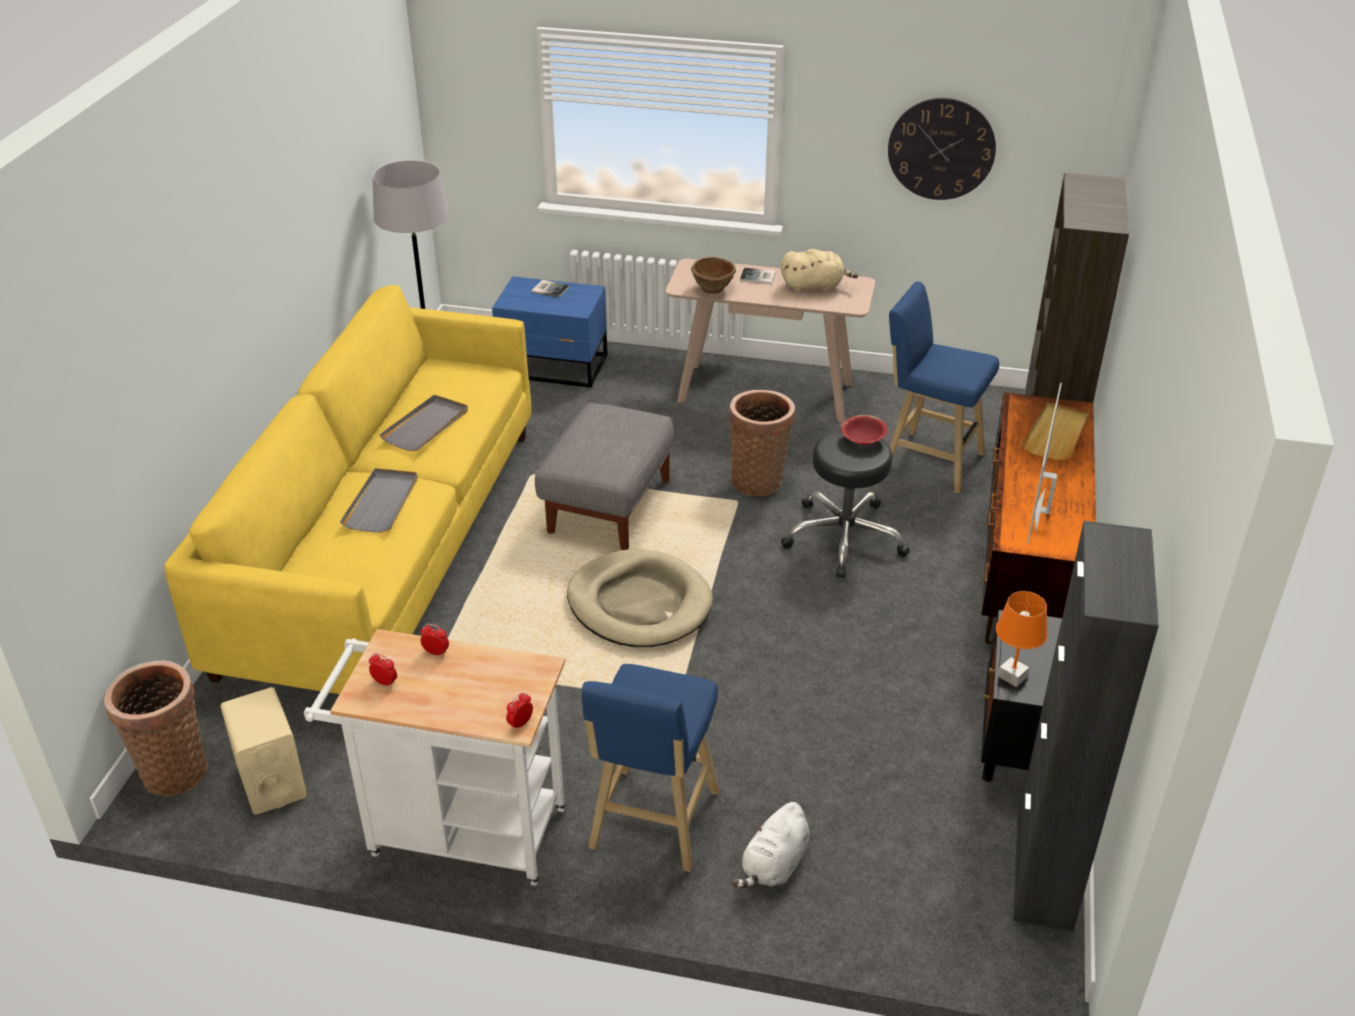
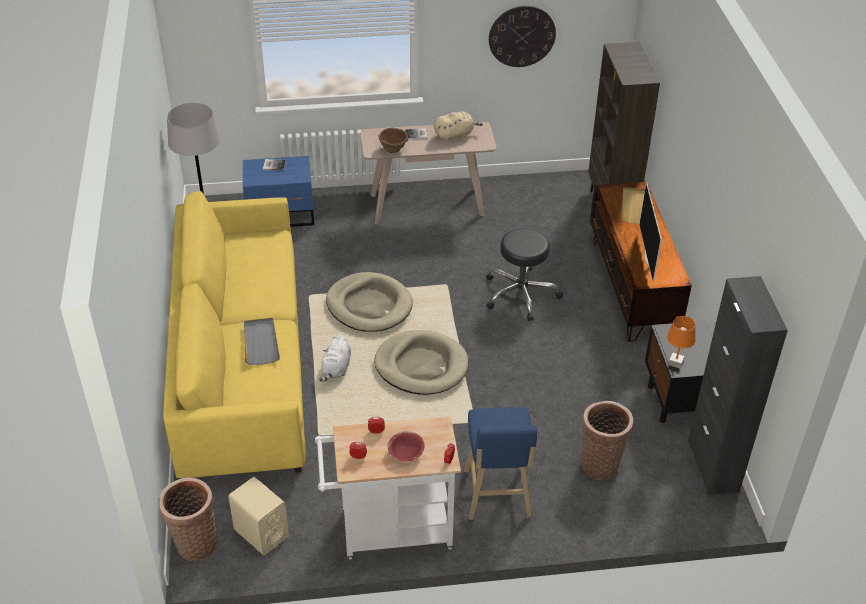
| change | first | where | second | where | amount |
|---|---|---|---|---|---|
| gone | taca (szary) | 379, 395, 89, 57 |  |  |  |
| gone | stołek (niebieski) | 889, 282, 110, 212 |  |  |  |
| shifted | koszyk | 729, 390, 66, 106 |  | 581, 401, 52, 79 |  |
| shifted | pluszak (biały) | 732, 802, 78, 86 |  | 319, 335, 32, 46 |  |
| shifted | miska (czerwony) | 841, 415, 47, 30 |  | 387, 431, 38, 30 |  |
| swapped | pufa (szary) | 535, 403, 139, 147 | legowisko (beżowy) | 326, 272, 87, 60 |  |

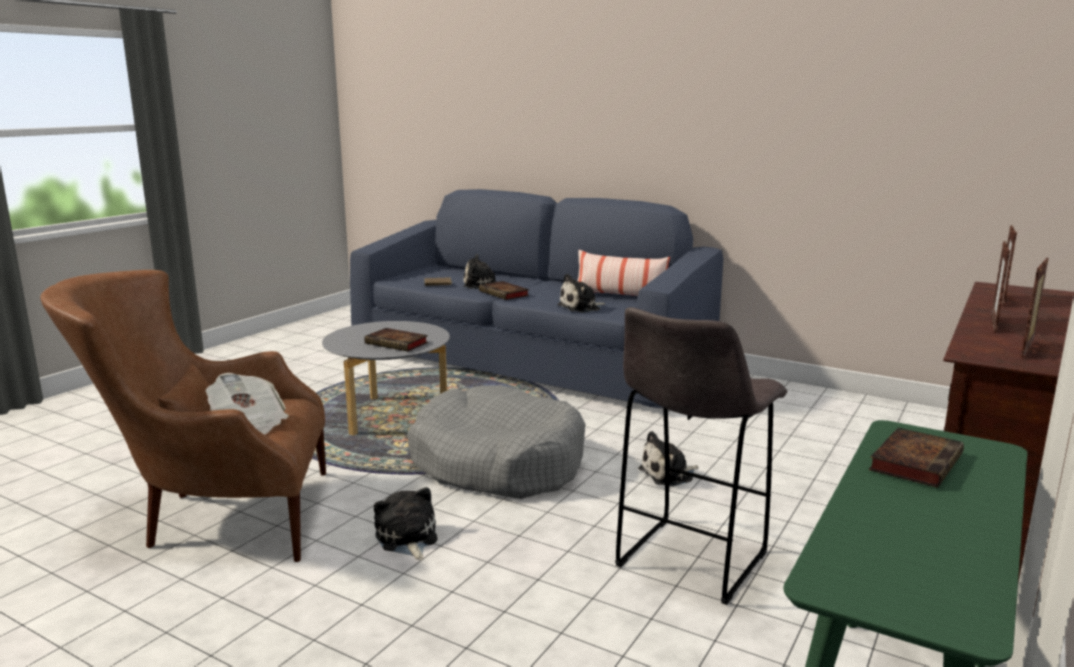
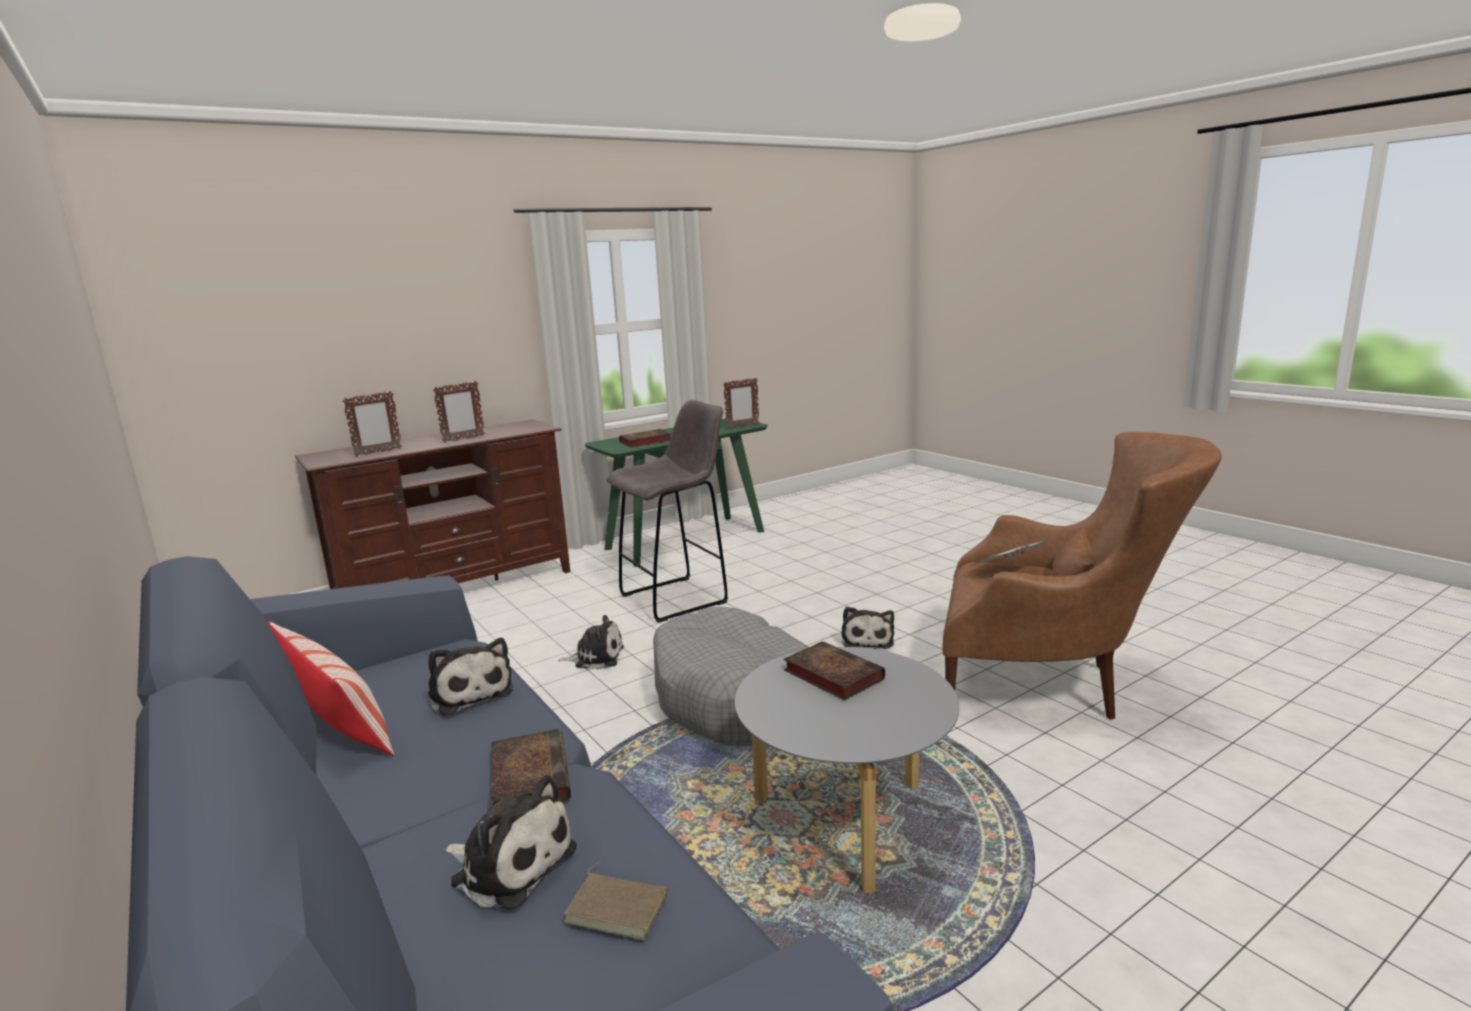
| change | first | where | second | where | amount |
|---|---|---|---|---|---|
| shifted | ramka na zdjęcie | 1021, 258, 28, 100 |  | 723, 378, 36, 51 |  |
| rotated | pluszak | 557, 274, 48, 39 |  | 428, 638, 86, 78 | 60 degrees clockwise |

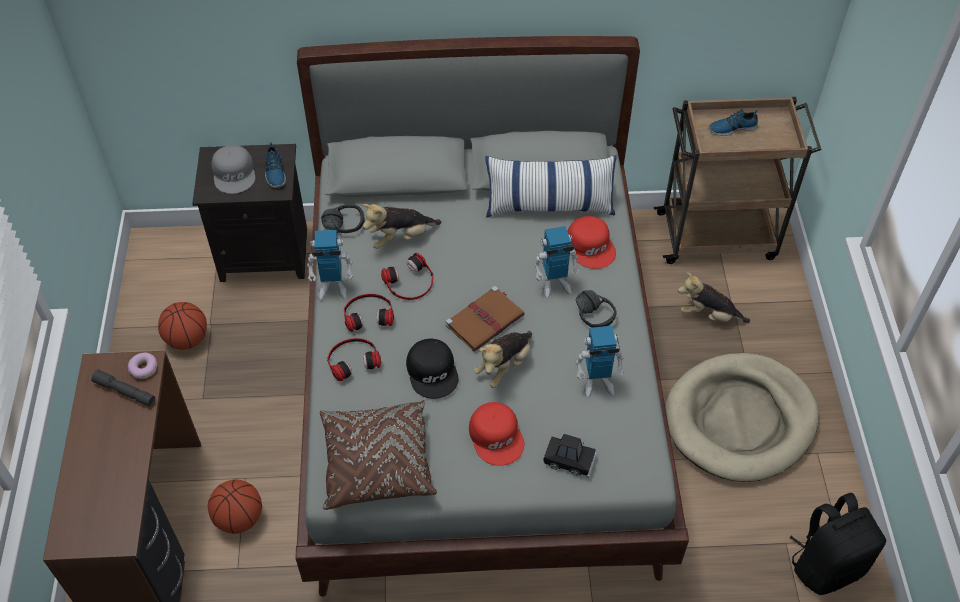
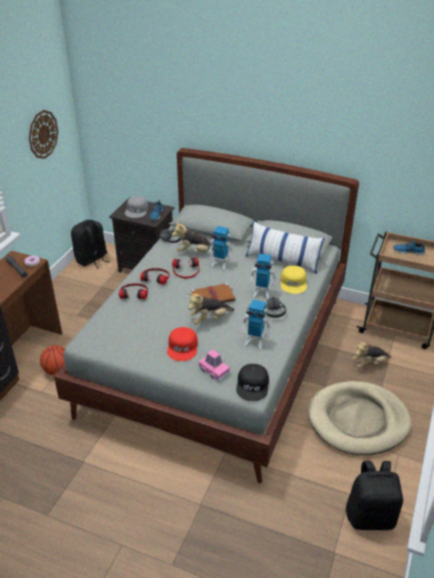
| change | first | where | second | where | amount |
|---|---|---|---|---|---|
| gone | piłka do koszykówki | 158, 302, 49, 47 |  |  |  |
| gone | poduszka (brązowy) | 320, 400, 117, 110 |  |  |  |
| new |  |  | zegar ścienny | 29, 110, 29, 49 |  |
| new |  |  | plecak (czarny) | 71, 220, 38, 49 |  |
| shifted | robot zabawkowy | 307, 230, 46, 70 |  | 208, 226, 25, 45 |  |
| shifted | czapka z daszkiem (czarny) | 406, 339, 53, 60 |  | 236, 364, 33, 37 |  |
| repainted | samochodzik (czarny) | 544, 434, 52, 44 | samochodzik (różowy) | 199, 350, 32, 31 |  |
| repainted | czapka z daszkiem (czerwony) | 567, 216, 49, 53 | czapka z daszkiem (żółty) | 280, 266, 27, 28 |  |
| rotated | pluszak | 678, 272, 72, 51 |  | 353, 341, 38, 27 | 60 degrees counterclockwise |

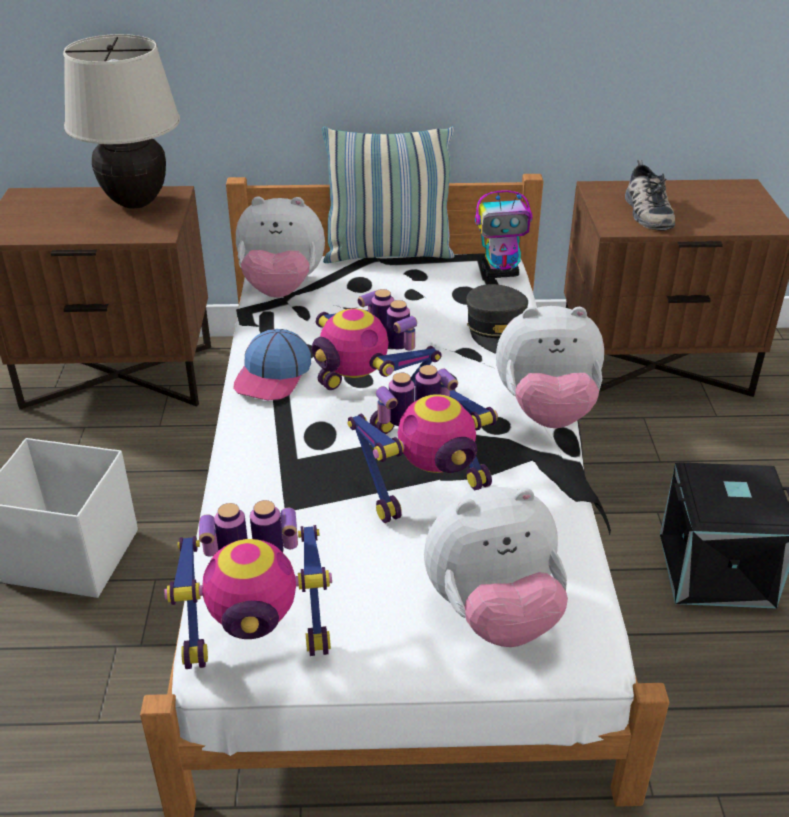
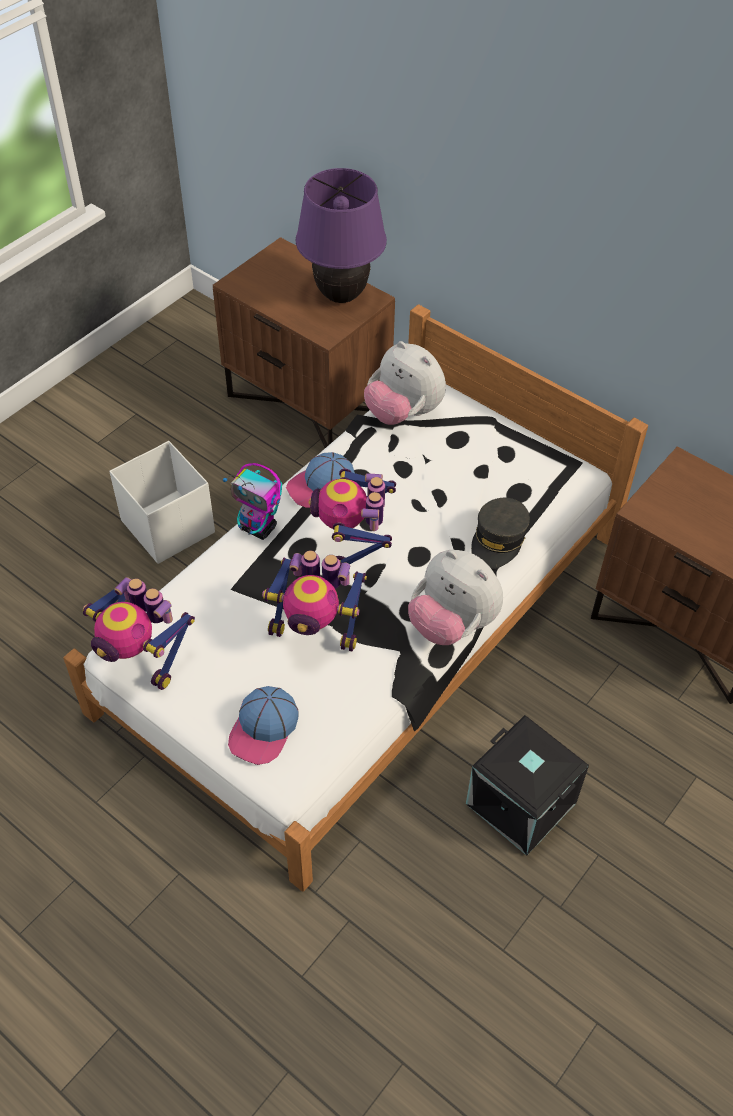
| change | first | where | second | where | amount |
|---|---|---|---|---|---|
| gone | poduszka | 322, 127, 132, 136 |  |  |  |
| gone | but | 625, 160, 50, 71 |  |  |  |
| shifted | robot zabawkowy | 475, 190, 58, 88 |  | 223, 463, 59, 77 |  |
| swapped | pluszak | 424, 487, 144, 160 | czapka z daszkiem | 228, 686, 71, 79 |  |
| repainted | lampa stołowa (beżowy) | 63, 34, 117, 175 | lampa stołowa (fioletowy) | 296, 168, 91, 135 |  |

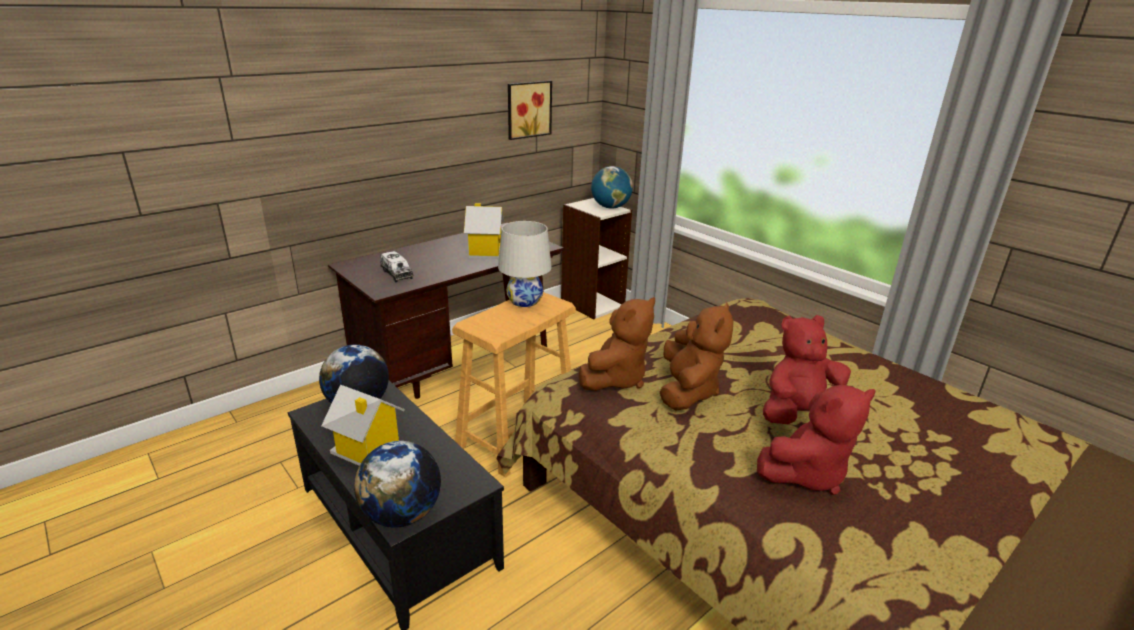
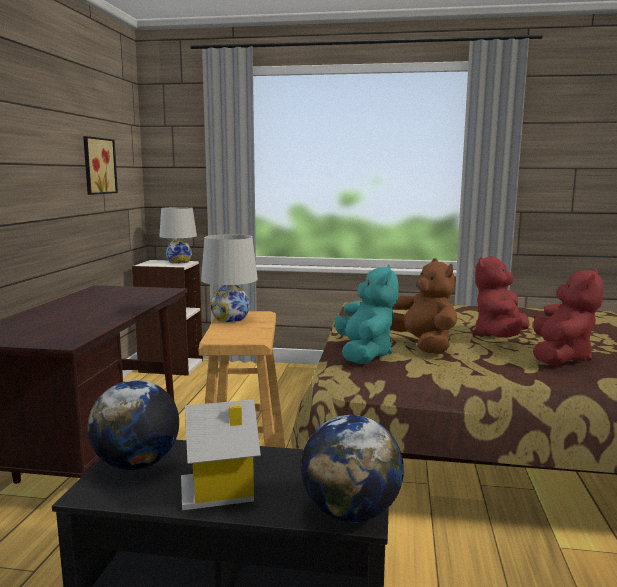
| change | first | where | second | where | amount |
|---|---|---|---|---|---|
| gone | ciężarówka zabawkowa | 380, 251, 33, 31 |  |  |  |
| gone | domek | 464, 203, 40, 56 |  |  |  |
| swapped | globus | 591, 166, 42, 43 | lampa stołowa (biały) | 159, 207, 38, 57 |  |
| repainted | pluszak (brązowy) | 578, 297, 77, 94 | pluszak (turkusowy) | 335, 264, 63, 100 |  |

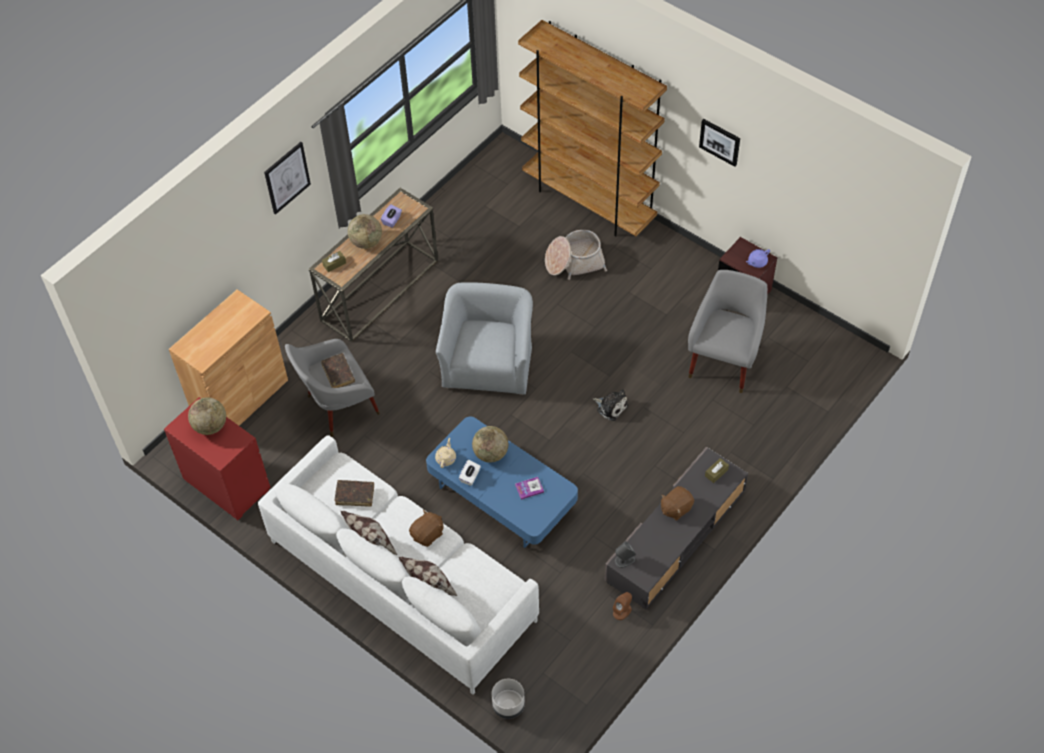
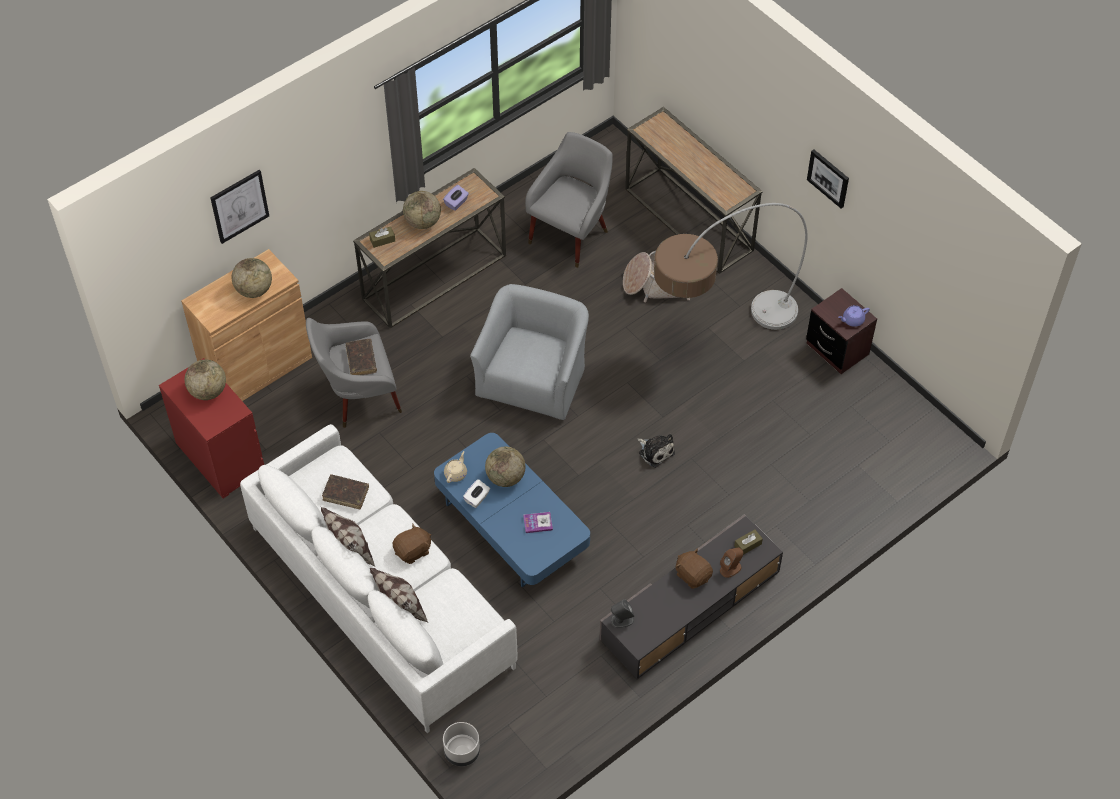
| change | first | where | second | where | amount |
|---|---|---|---|---|---|
| new |  |  | globus | 232, 258, 40, 40 |  |
| new |  |  | lampa stojąca | 654, 203, 154, 127 |  |
| shifted | obraz | 264, 142, 47, 73 |  | 210, 170, 59, 74 |  |
| shifted | głośnik (brązowy) | 613, 592, 19, 28 |  | 720, 548, 23, 30 |  |
| shifted | fotel (szary) | 688, 270, 79, 123 |  | 525, 132, 88, 136 |  |
| swapped | regał (brązowy) | 518, 20, 149, 217 | stolik konsolowy | 625, 107, 138, 167 |  |
| rotated | pluszak (brązowy) | 661, 486, 33, 35 |  | 676, 548, 37, 41 | 75 degrees clockwise |

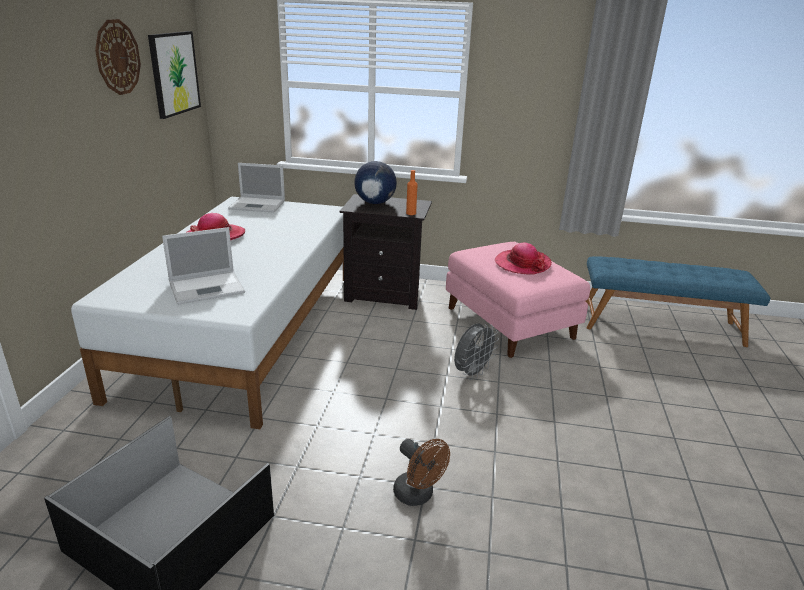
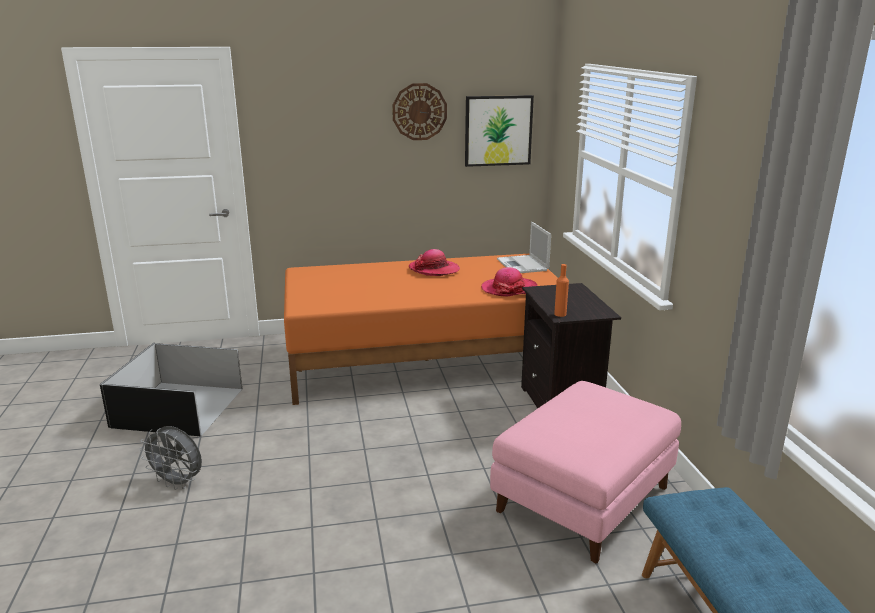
| change | first | where | second | where | amount |
|---|---|---|---|---|---|
| gone | laptop | 162, 227, 83, 78 |  |  |  |
| gone | globus | 354, 161, 43, 43 |  |  |  |
| gone | wentylator (brązowy) | 393, 439, 57, 67 |  |  |  |
| shifted | wentylator (szary) | 454, 323, 45, 57 |  | 139, 426, 63, 64 |  |
| shifted | kapelusz | 495, 242, 57, 33 |  | 481, 267, 56, 30 |  |
| repainted | łóżko (biały) | 71, 197, 273, 232 | łóżko (pomarańczowy) | 284, 254, 274, 151 |  |

